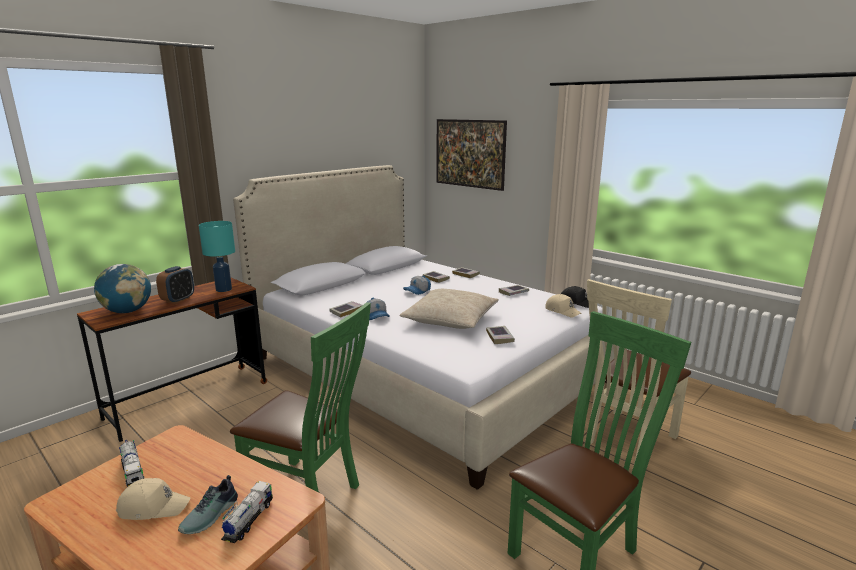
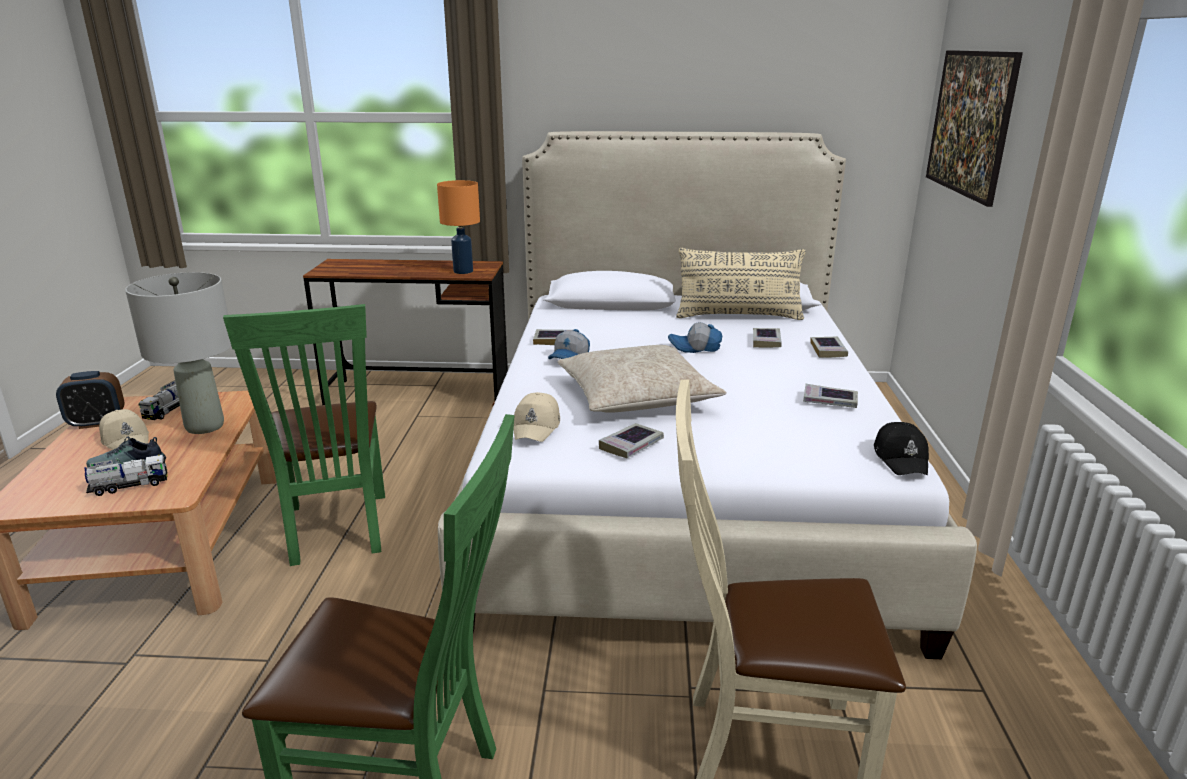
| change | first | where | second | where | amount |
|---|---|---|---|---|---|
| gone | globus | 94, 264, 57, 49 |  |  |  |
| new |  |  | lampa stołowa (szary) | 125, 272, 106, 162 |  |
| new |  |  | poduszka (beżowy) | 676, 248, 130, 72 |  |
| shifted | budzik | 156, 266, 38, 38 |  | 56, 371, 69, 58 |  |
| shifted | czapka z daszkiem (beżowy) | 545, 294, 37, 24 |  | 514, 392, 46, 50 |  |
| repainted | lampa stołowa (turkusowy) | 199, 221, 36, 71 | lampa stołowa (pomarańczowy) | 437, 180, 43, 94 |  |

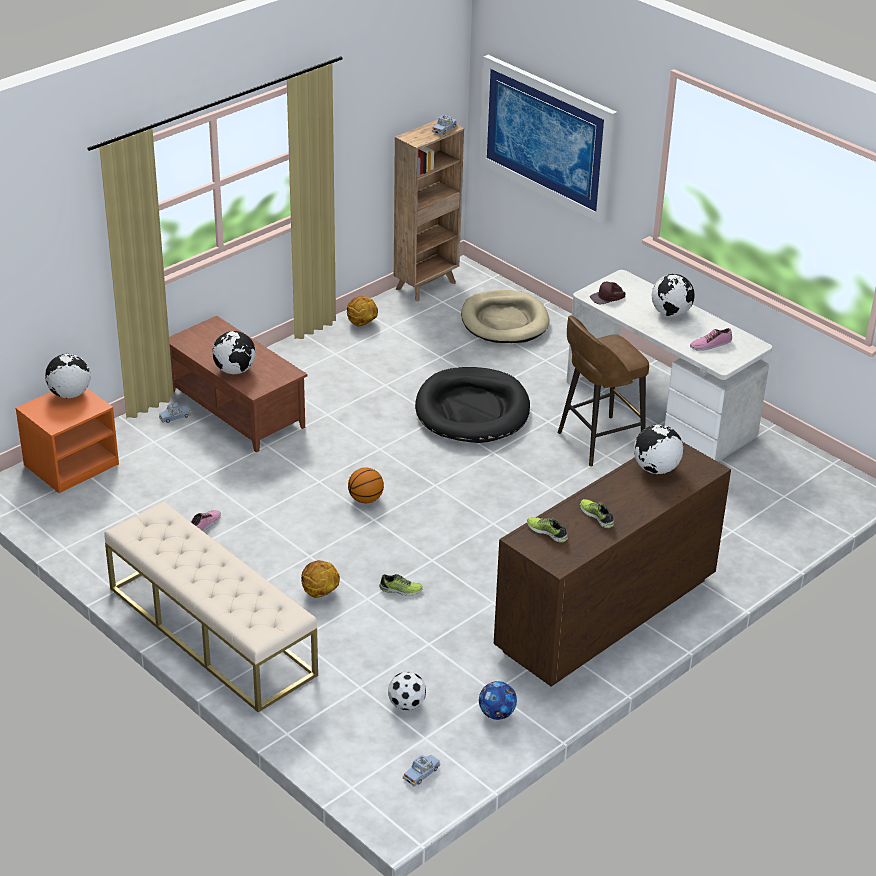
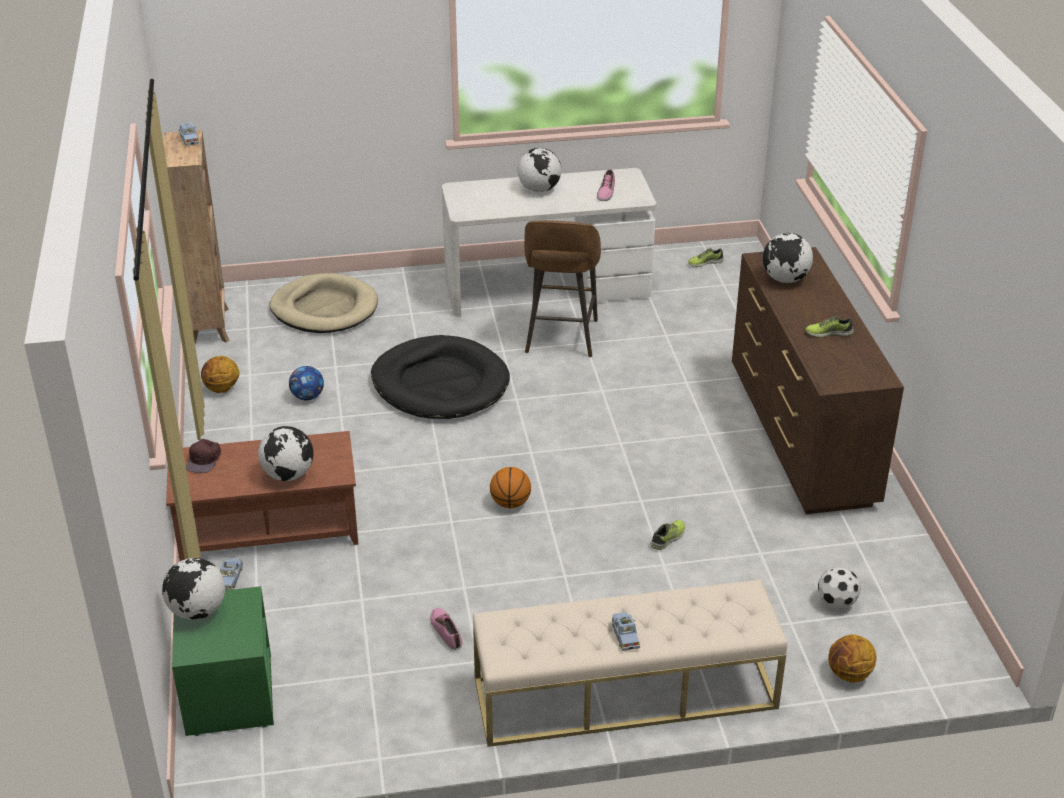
| change | first | where | second | where | amount |
|---|---|---|---|---|---|
| gone | obraz | 479, 55, 138, 170 |  |  |  |
| shifted | piłka do koszykówki | 301, 560, 39, 38 |  | 828, 634, 49, 49 |  |
| shifted | samochodzik (niebieski) | 403, 755, 37, 31 |  | 612, 612, 28, 39 |  |
| shifted | piłka futbolowa | 479, 681, 38, 39 |  | 289, 366, 35, 35 |  |
| shifted | but | 527, 517, 41, 26 |  | 688, 248, 36, 19 |  |
| shifted | czapka z daszkiem (brązowy) | 590, 282, 35, 22 |  | 186, 439, 35, 34 |  |
| repainted | szafka nocna (pomarańczowy) | 15, 388, 104, 105 | szafka nocna (zielony) | 172, 586, 102, 150 |  |

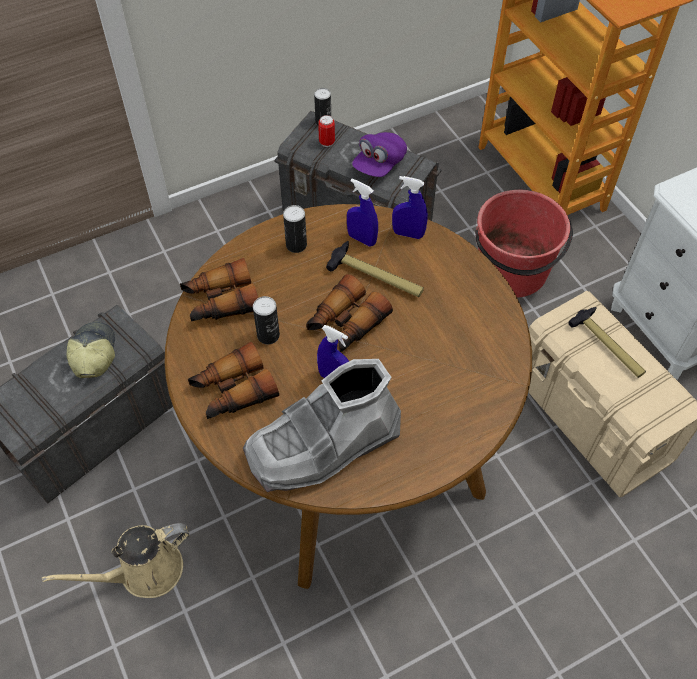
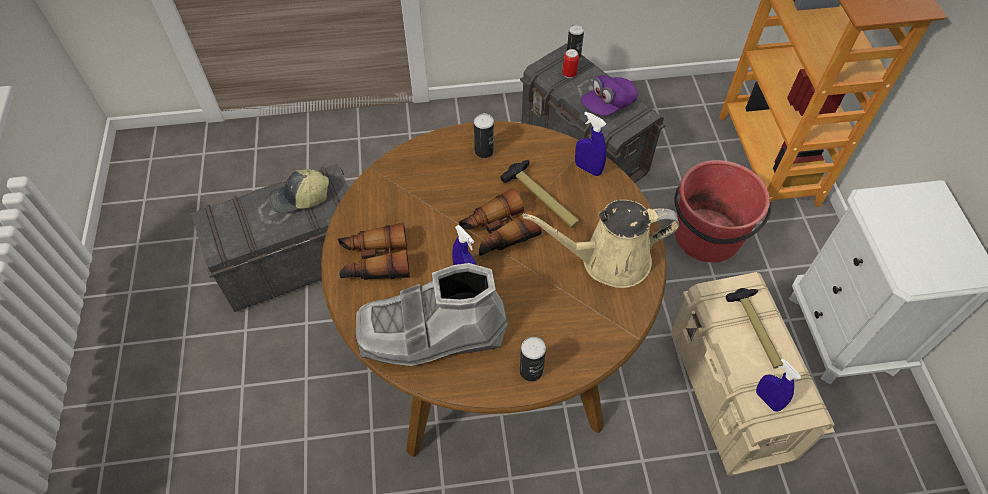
| change | first | where | second | where | amount |
|---|---|---|---|---|---|
| gone | lornetka | 180, 258, 78, 63 |  |  |  |
| shifted | konewka (beżowy) | 42, 523, 147, 75 |  | 522, 200, 158, 88 |  |
| shifted | puszka | 253, 296, 27, 48 |  | 520, 337, 26, 45 |  |
| shifted | spryskiwacz (niebieski) | 347, 179, 31, 68 |  | 756, 358, 45, 54 |  |
| rotated | czapka z daszkiem | 66, 322, 49, 56 |  | 269, 169, 60, 45 | 120 degrees counterclockwise |

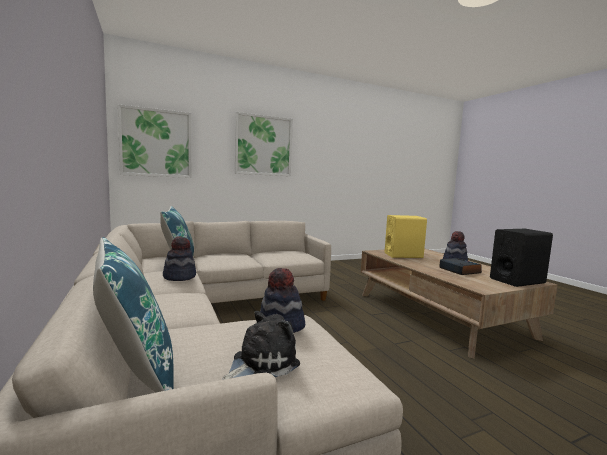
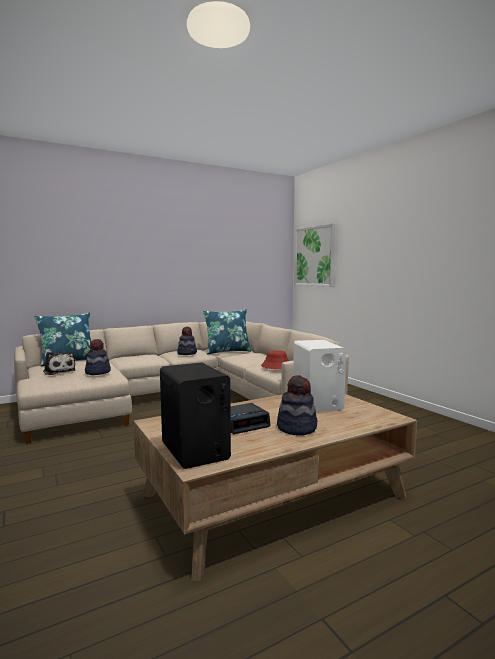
| change | first | where | second | where | amount |
|---|---|---|---|---|---|
| gone | obraz | 235, 112, 58, 64 |  |  |  |
| new |  |  | kapelusz (czerwony) | 261, 350, 28, 19 |  |
| repainted | głośnik (żółty) | 385, 215, 42, 43 | głośnik (biały) | 293, 340, 53, 72 |  |

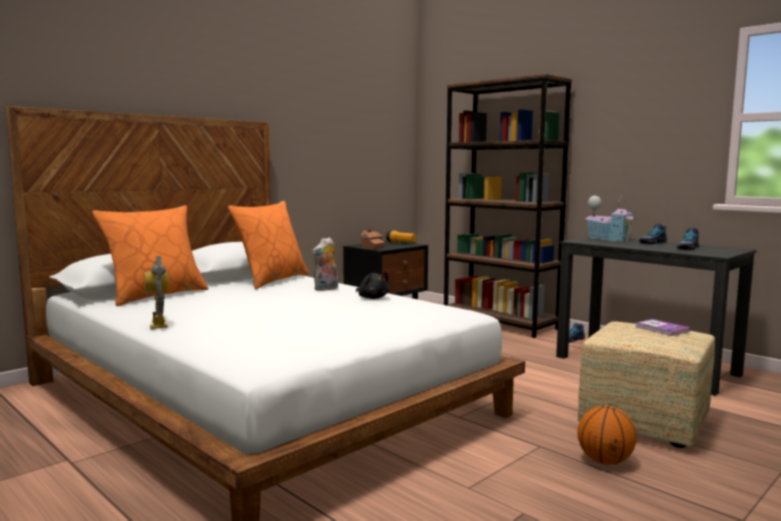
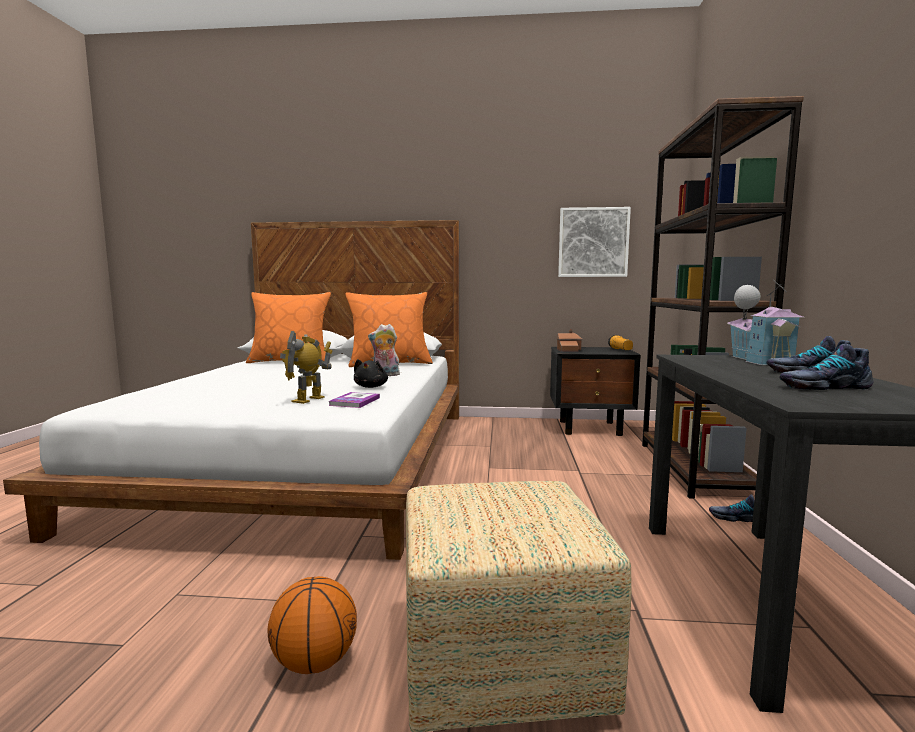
| change | first | where | second | where | amount |
|---|---|---|---|---|---|
| new |  |  | obraz | 558, 207, 73, 70 |  |
| shifted | robot zabawkowy | 144, 256, 25, 73 |  | 280, 331, 52, 73 |  |
| shifted | książka | 636, 319, 55, 17 |  | 329, 392, 51, 16 |  |

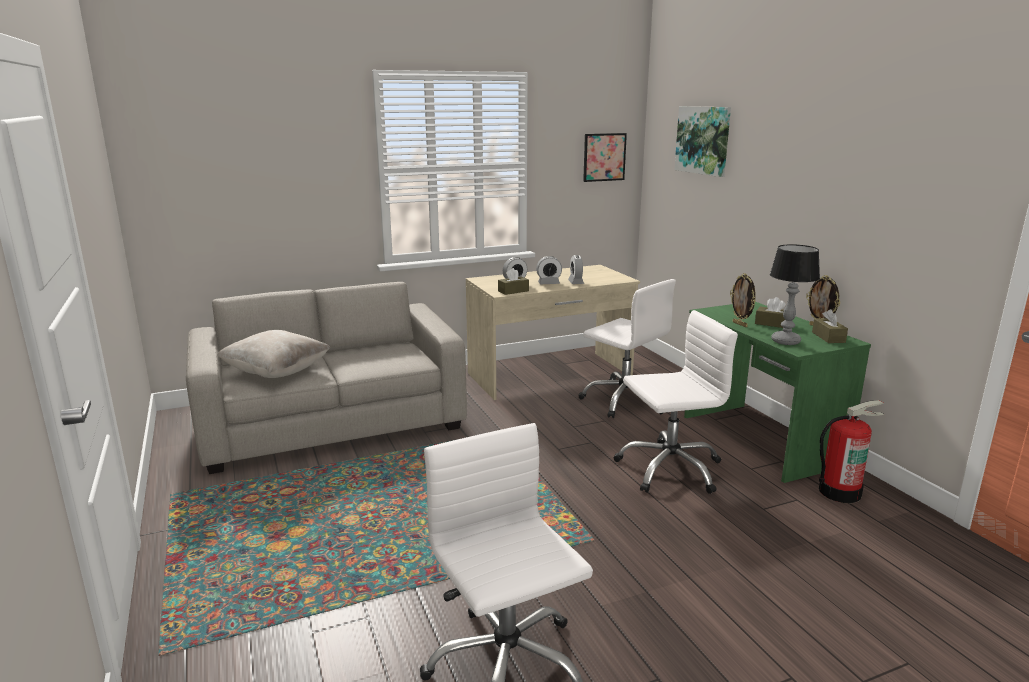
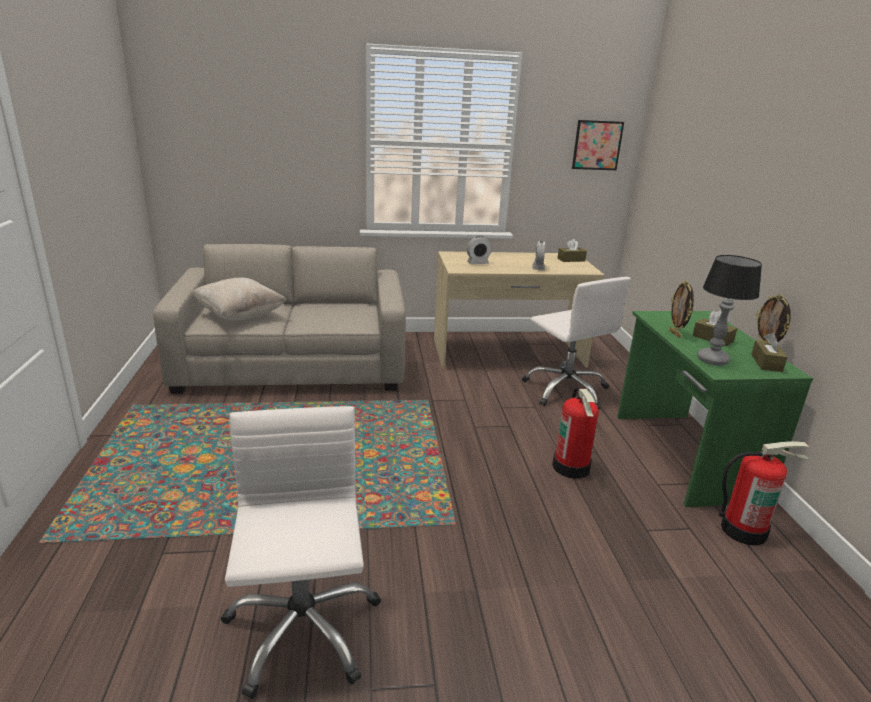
| change | first | where | second | where | amount |
|---|---|---|---|---|---|
| gone | budzik | 536, 256, 26, 28 |  |  |  |
| gone | obraz | 674, 106, 57, 71 |  |  |  |
| shifted | pudełko chusteczek (brązowy) | 498, 268, 31, 27 |  | 558, 239, 29, 23 |  |
| swapped | krzesło biurowe (biały) | 614, 310, 124, 184 | gaśnica | 552, 387, 47, 92 |  |

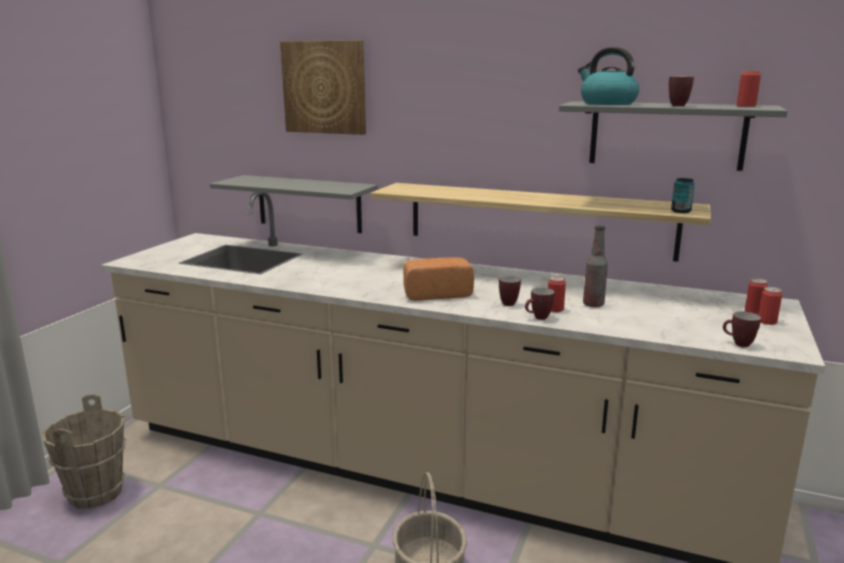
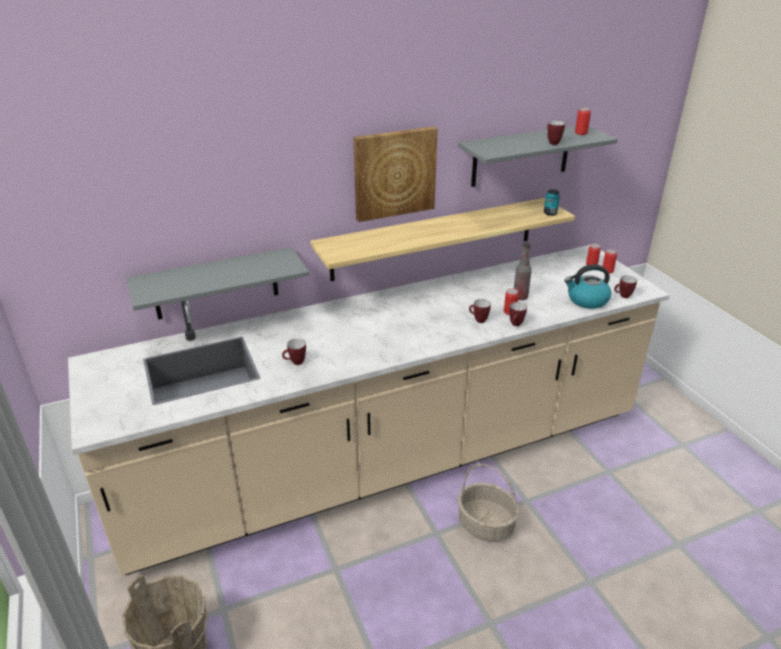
| change | first | where | second | where | amount |
|---|---|---|---|---|---|
| gone | chleb | 403, 257, 71, 44 |  |  |  |
| new |  |  | kubek | 282, 339, 24, 26 |  |
| shifted | obraz | 280, 40, 86, 95 |  | 354, 127, 84, 95 |  |
| shifted | czajnik | 578, 47, 61, 58 |  | 564, 264, 47, 45 |  |

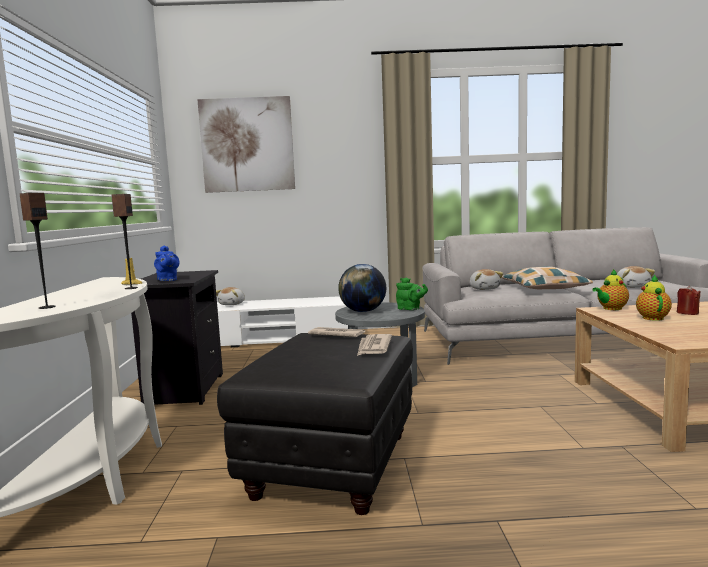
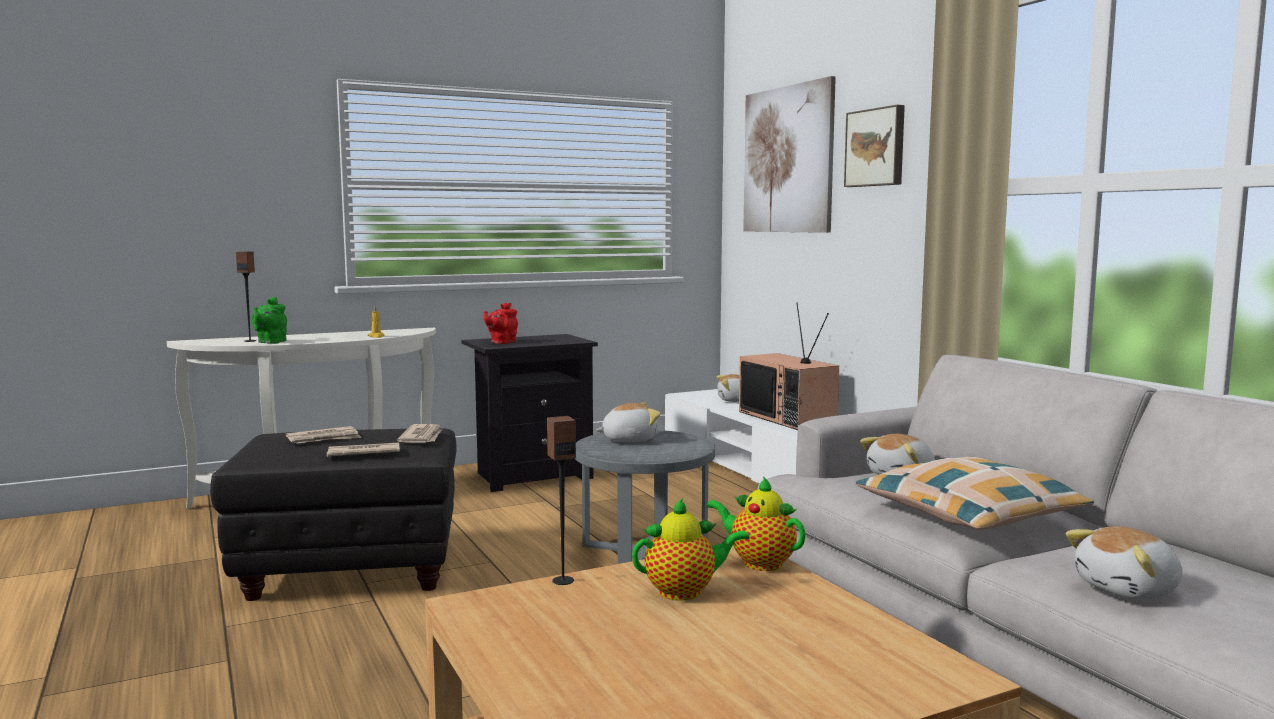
| change | first | where | second | where | amount |
|---|---|---|---|---|---|
| gone | świeca (czerwony) | 677, 286, 24, 29 |  |  |  |
| new |  |  | gazeta | 286, 426, 75, 18 |  |
| new |  |  | telewizor | 739, 302, 100, 128 |  |
| new |  |  | obraz | 844, 105, 61, 82 |  |
| shifted | głośnik | 111, 194, 27, 95 |  | 547, 416, 29, 169 |  |
| shifted | imbryk (zielony) | 396, 278, 32, 32 |  | 252, 297, 35, 47 |  |
| swapped | globus | 338, 264, 48, 48 | pluszak | 596, 403, 64, 39 |  |
| repainted | imbryk (niebieski) | 154, 246, 25, 35 | imbryk (czerwony) | 484, 303, 34, 41 |  |

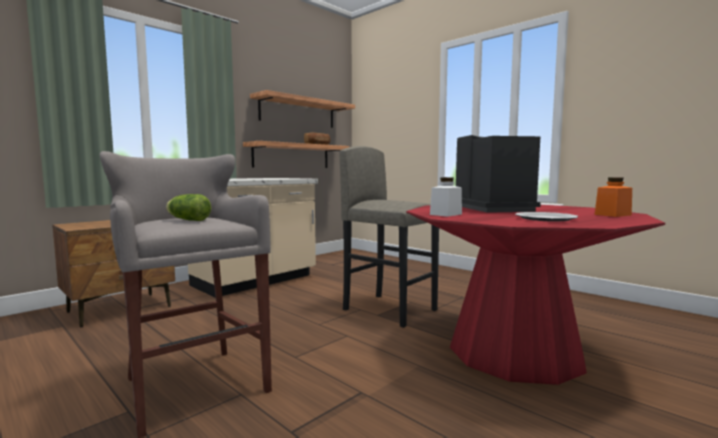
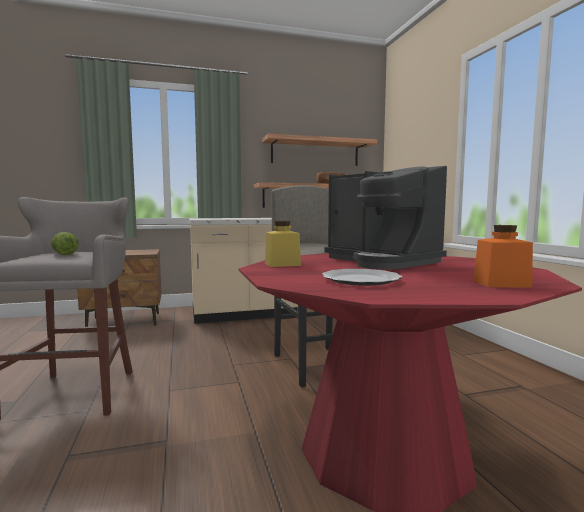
| change | first | where | second | where | amount |
|---|---|---|---|---|---|
| repainted | słoik (biały) | 430, 177, 32, 40 | słoik (żółty) | 265, 221, 36, 46 |  |
| rotated | ekspres do kawy | 456, 135, 85, 78 |  | 324, 166, 123, 103 | 120 degrees clockwise |

